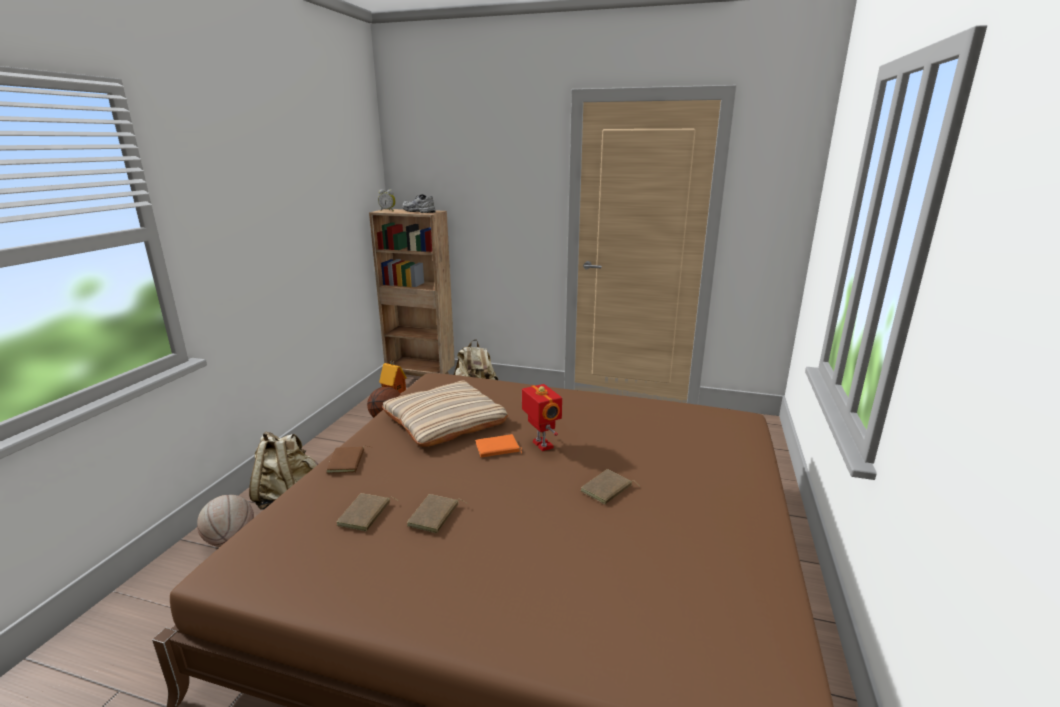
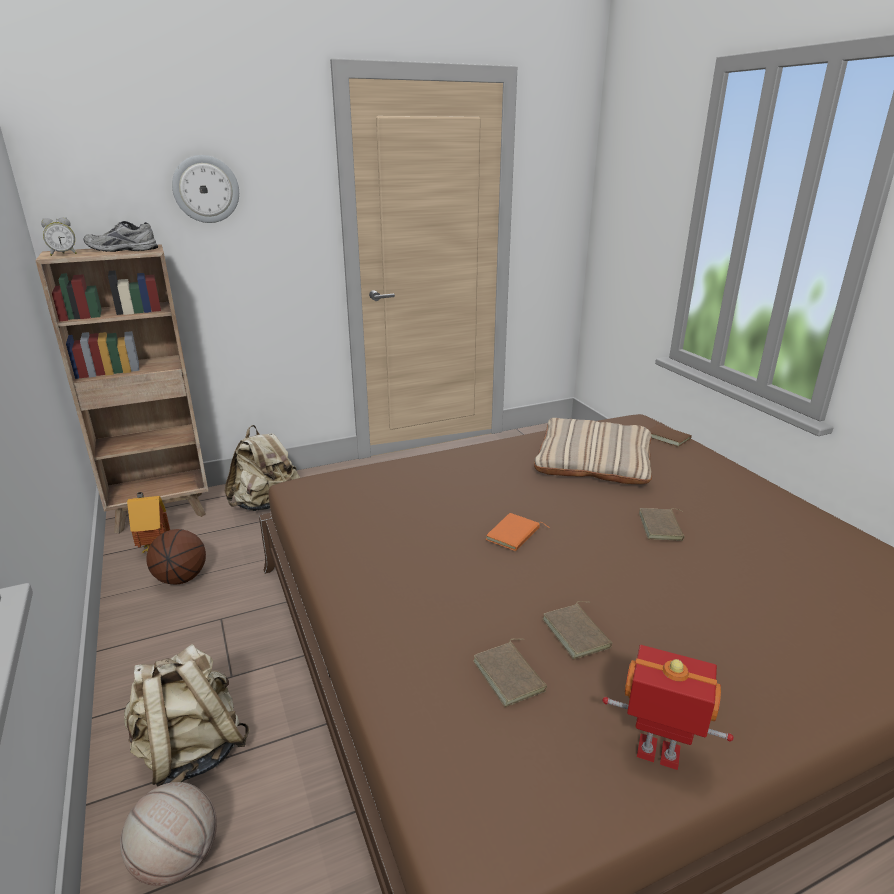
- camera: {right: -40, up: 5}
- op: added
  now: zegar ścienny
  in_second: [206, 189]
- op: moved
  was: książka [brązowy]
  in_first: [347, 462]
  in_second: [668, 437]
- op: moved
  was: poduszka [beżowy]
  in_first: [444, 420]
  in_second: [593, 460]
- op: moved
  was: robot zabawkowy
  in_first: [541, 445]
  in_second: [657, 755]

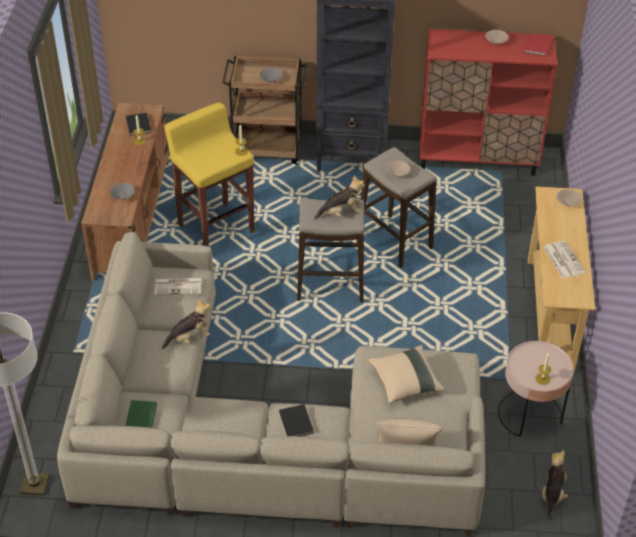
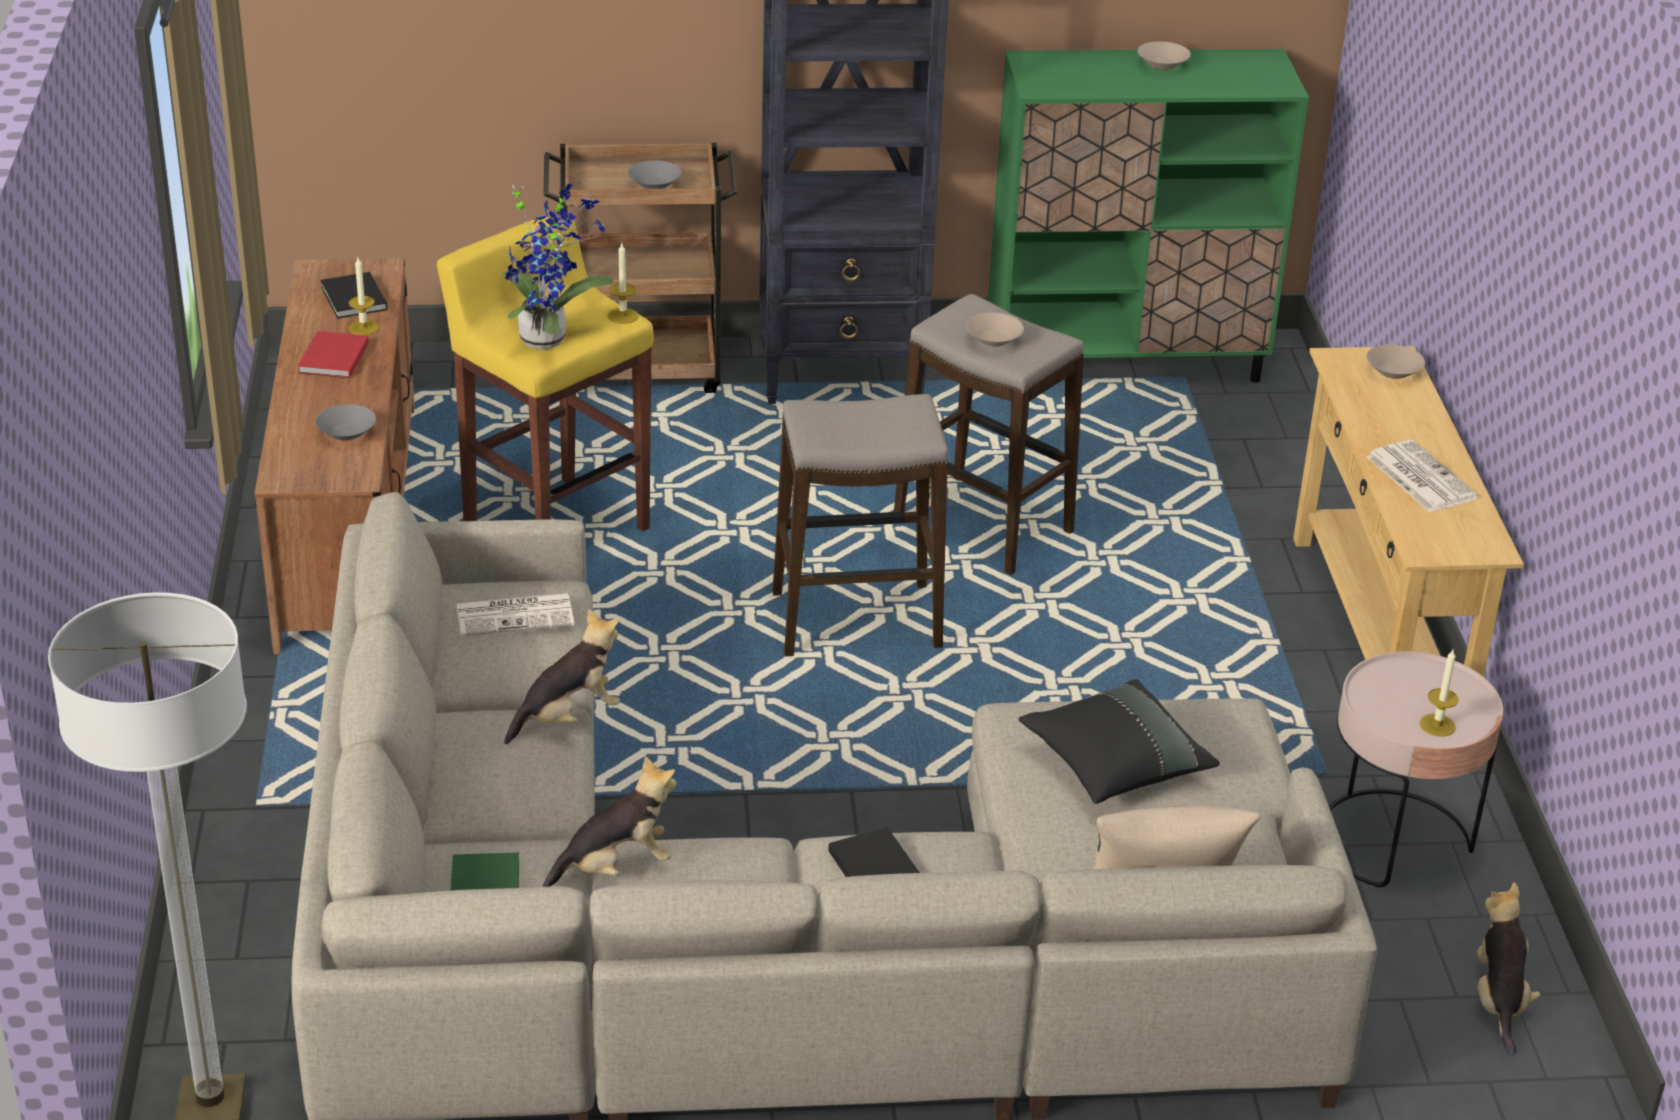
- camera: {right: -10, up: -10}
- op: added
  now: roślina doniczkowa
  in_second: [548, 337]
- op: moved
  was: pluszak
  in_first: [341, 213]
  in_second: [616, 867]
- op: moved
  was: książka [czerwony]
  in_first: [536, 46]
  in_second: [332, 359]
- op: recoloured
  was: poduszka [beżowy]
  now: poduszka [czarny]
  in_first: [405, 382]
  in_second: [1114, 765]
- op: recoloured
  was: szafka [czerwony]
  now: szafka [zielony]
  in_first: [478, 159]
  in_second: [1126, 360]

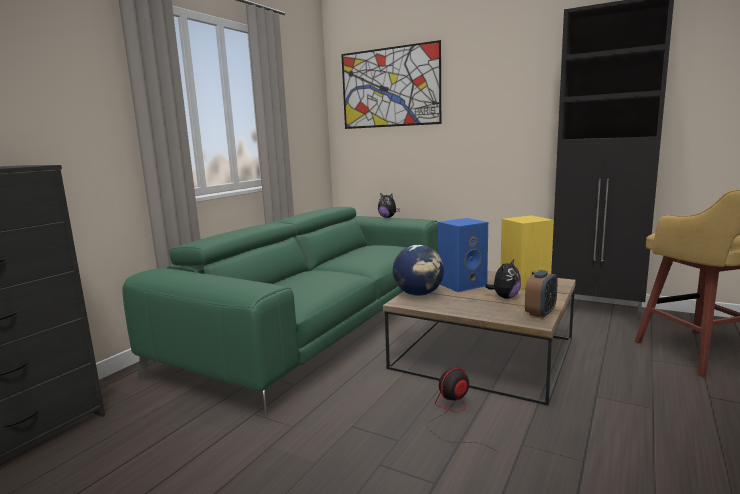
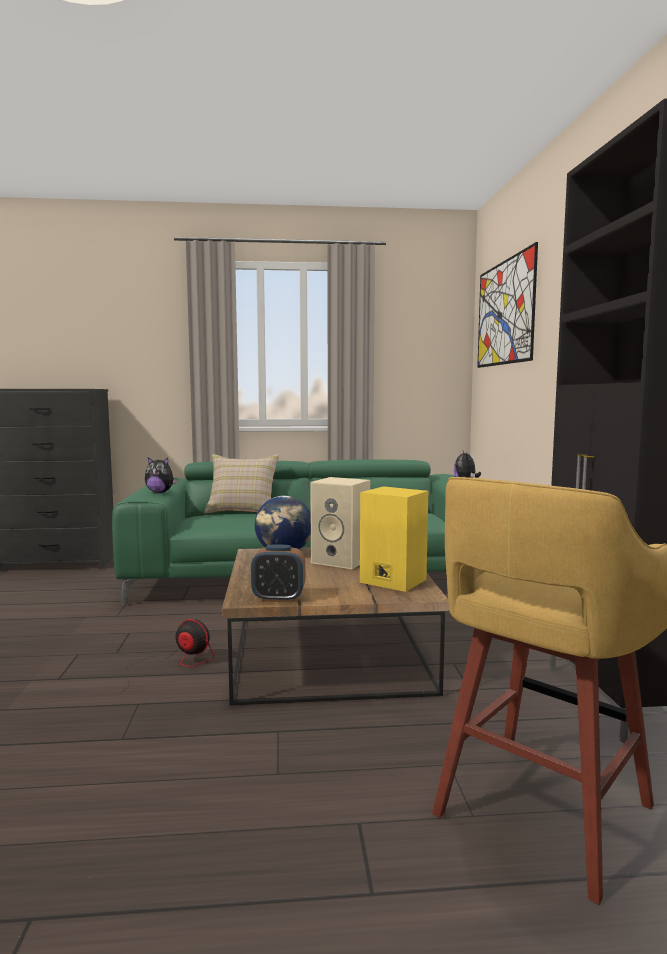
- camera: {right: 55, up: -5}
- op: added
  now: poduszka [beżowy]
  in_second: [242, 511]
- op: moved
  was: pluszak
  in_first: [505, 297]
  in_second: [160, 492]
- op: recoloured
  was: głośnik [niebieski]
  now: głośnik [beżowy]
  in_first: [462, 284]
  in_second: [342, 561]

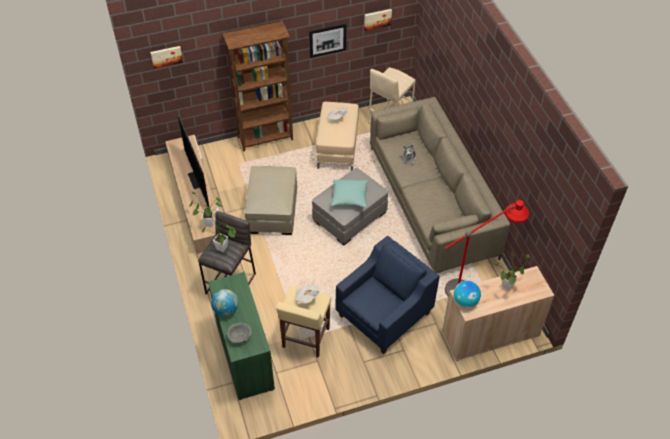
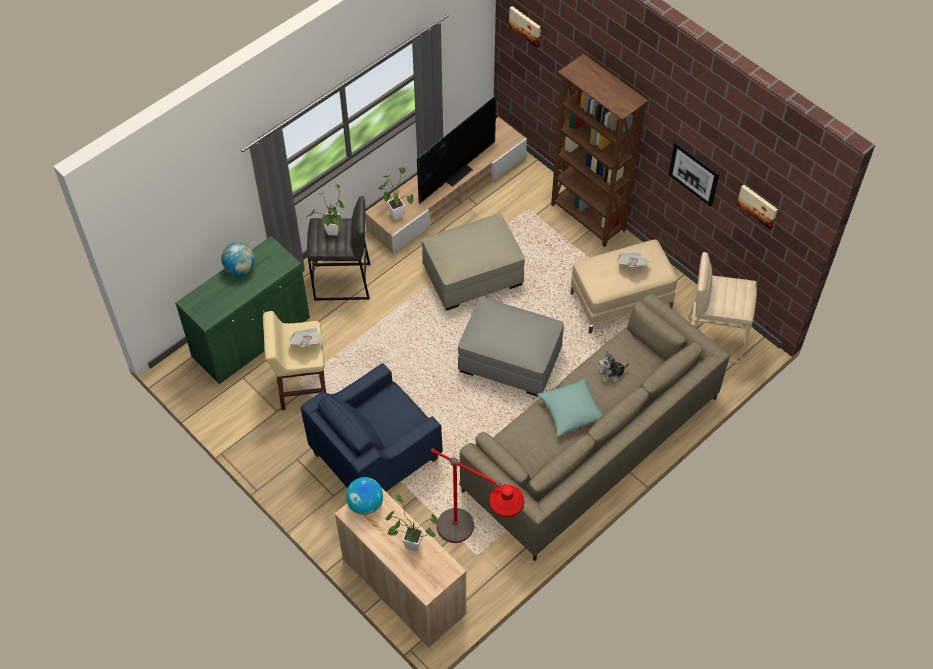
- camera: {right: 65, up: 5}
- op: removed
  was: miska [szary]
  in_first: [239, 336]
- op: moved
  was: poduszka [turkusowy]
  in_first: [349, 197]
  in_second: [571, 412]
- op: turned
  was: fotel [niebieski]
  in_first: [384, 314]
  in_second: [375, 456]
  clockwise: 120

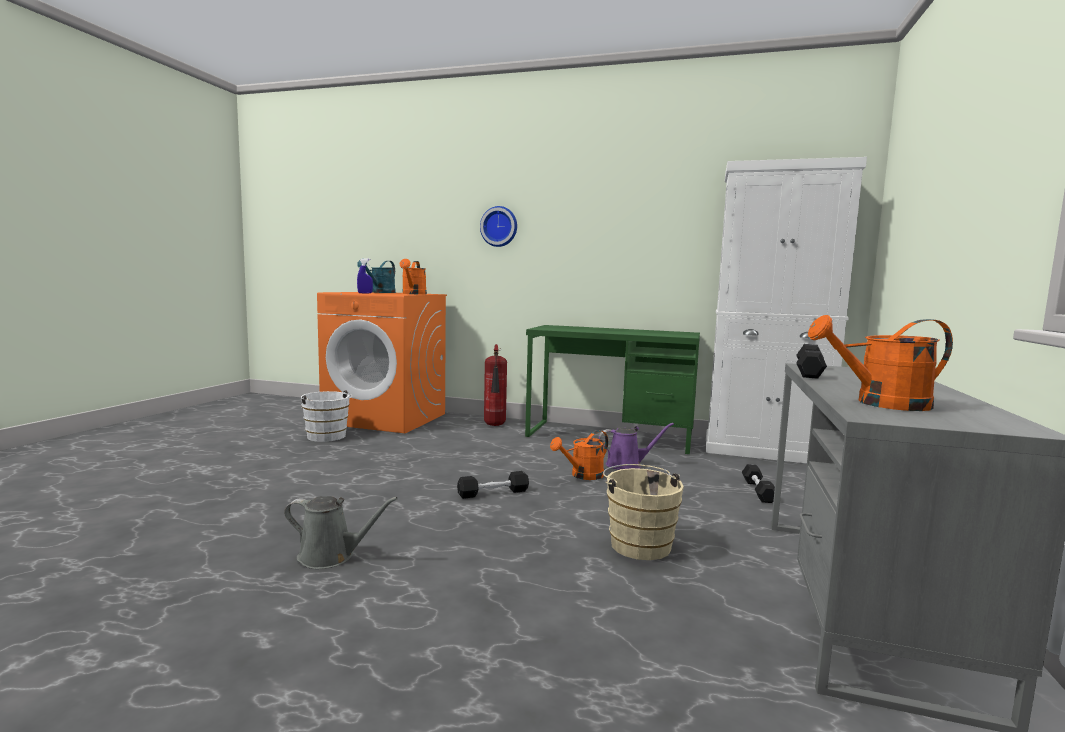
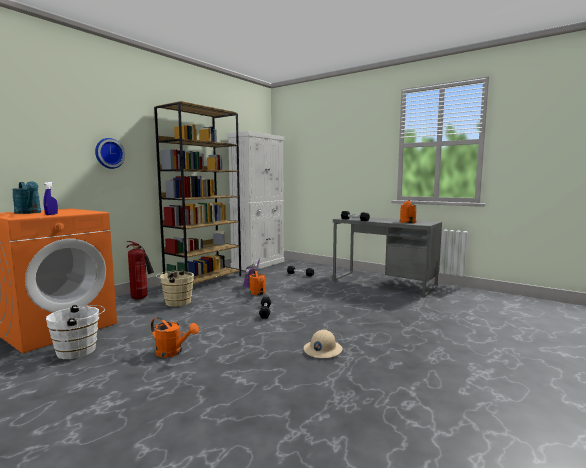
- camera: {right: -70, up: 0}
- op: moved
  was: konewka [pomarańczowy]
  in_first: [413, 294]
  in_second: [173, 352]
- op: moved
  was: wiadro [beżowy]
  in_first: [638, 543]
  in_second: [176, 302]
- op: replaced
  was: konewka [szary]
  now: kask [beżowy]
  in_first: [331, 556]
  in_second: [322, 350]
- op: replaced
  was: biurko [zielony]
  now: regał [brązowy]
  in_first: [609, 436]
  in_second: [204, 280]

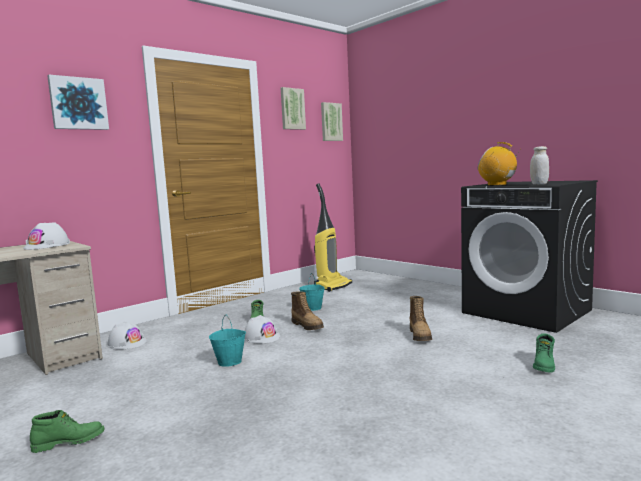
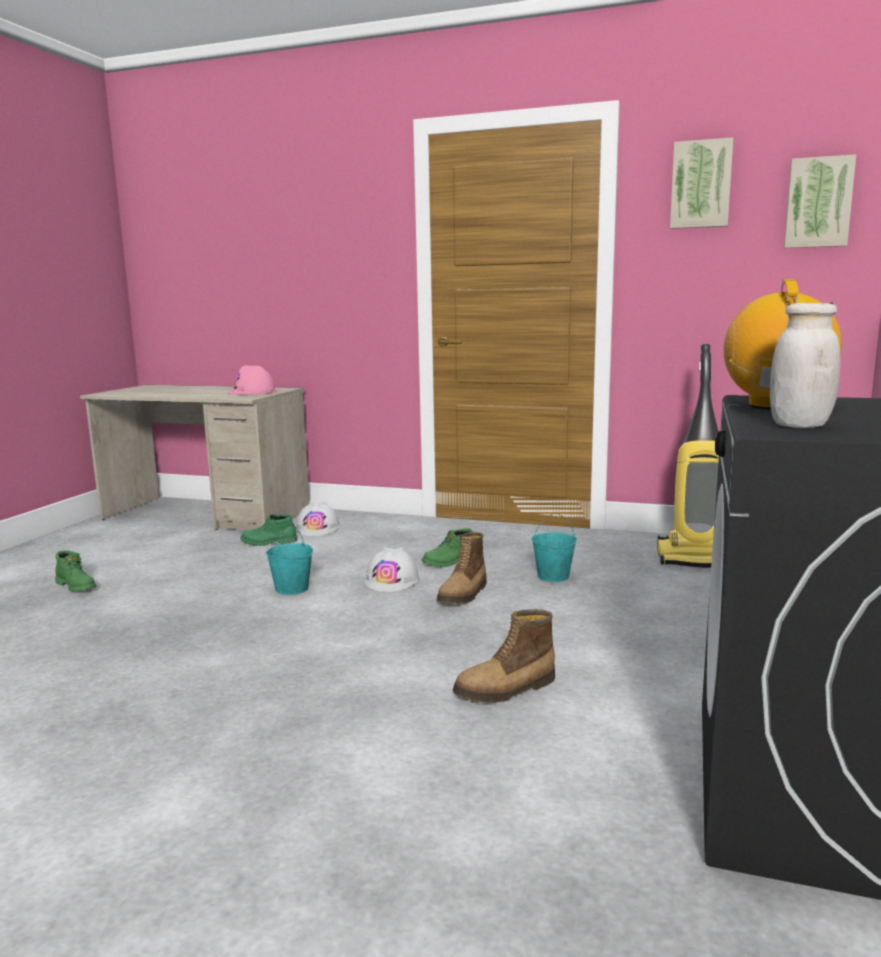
- camera: {right: 60, up: 5}
- op: removed
  was: obraz
  in_first: [78, 103]
- op: moved
  was: but z cholewką [zielony]
  in_first: [544, 365]
  in_second: [268, 542]
- op: recoloured
  was: kask [biały]
  now: kask [różowy]
  in_first: [47, 246]
  in_second: [252, 392]

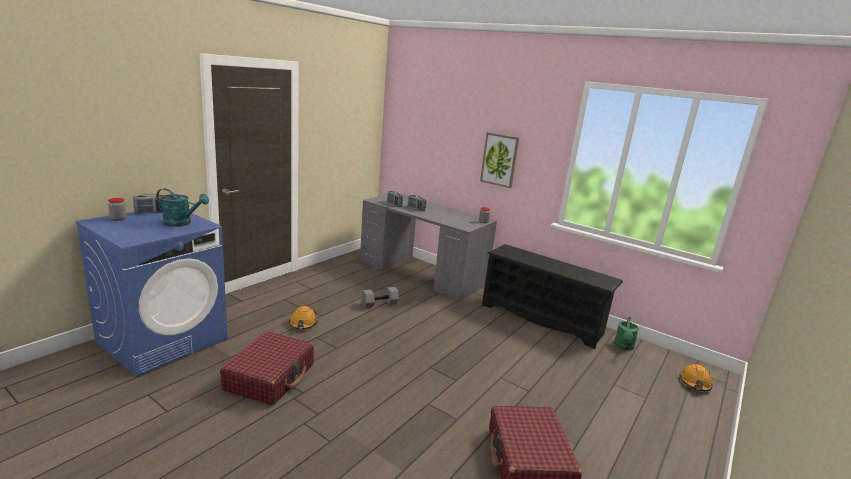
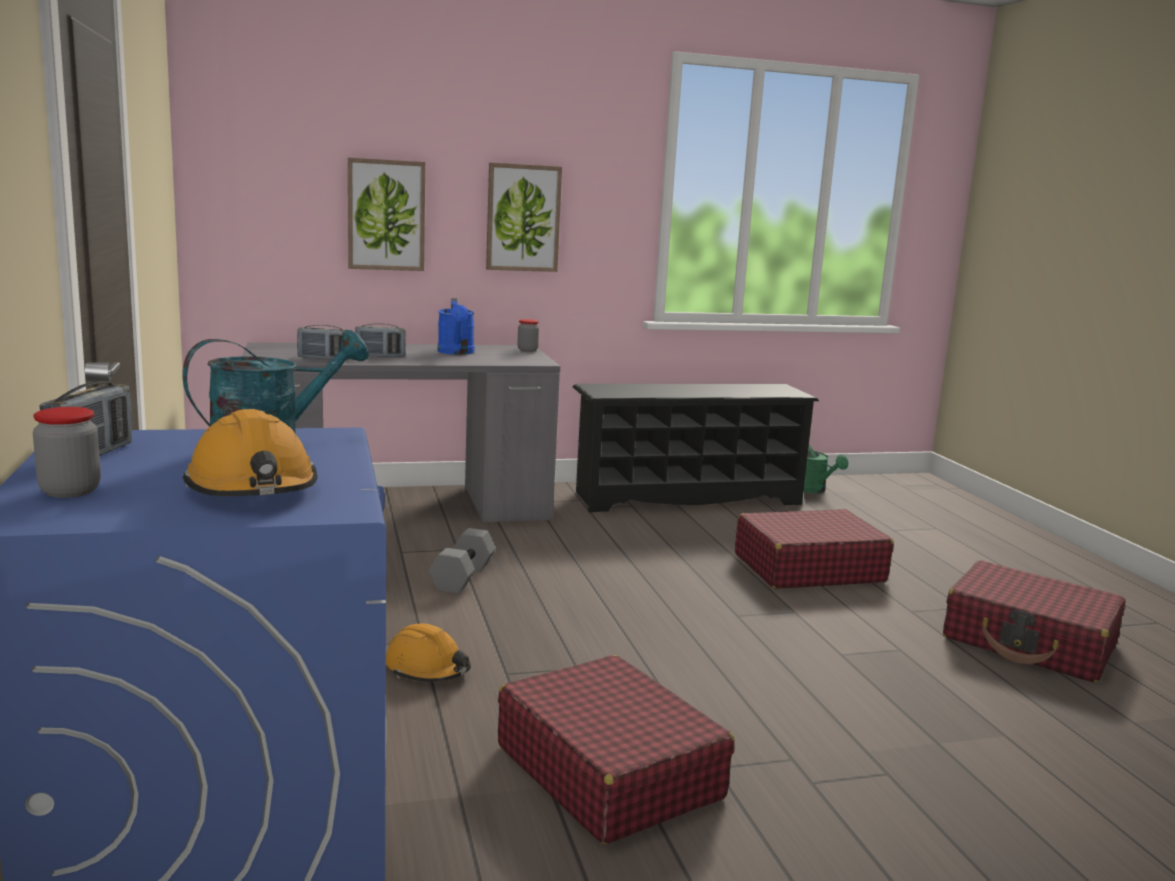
- camera: {right: -50, up: -5}
- op: added
  now: obraz
  in_second: [386, 215]
- op: added
  now: konewka [niebieski]
  in_second: [456, 352]
- op: added
  now: walizka [czerwony]
  in_second: [808, 568]
- op: moved
  was: kask [pomarańczowy]
  in_first: [695, 383]
  in_second: [253, 488]

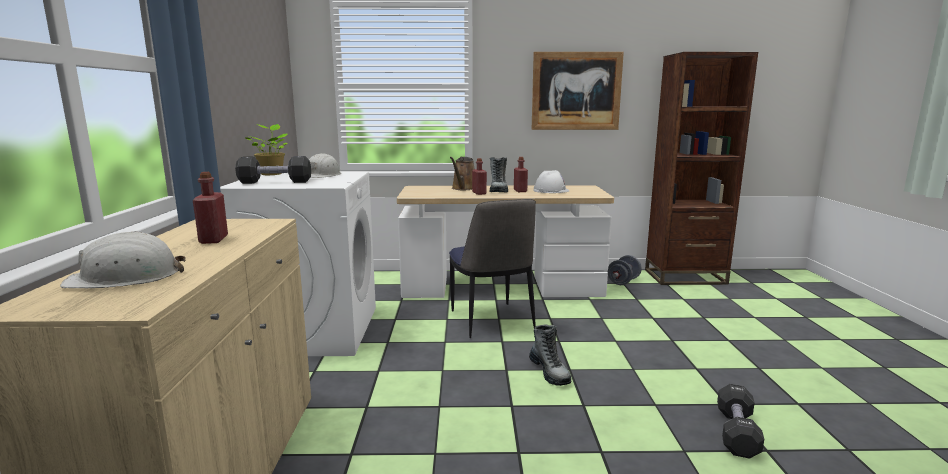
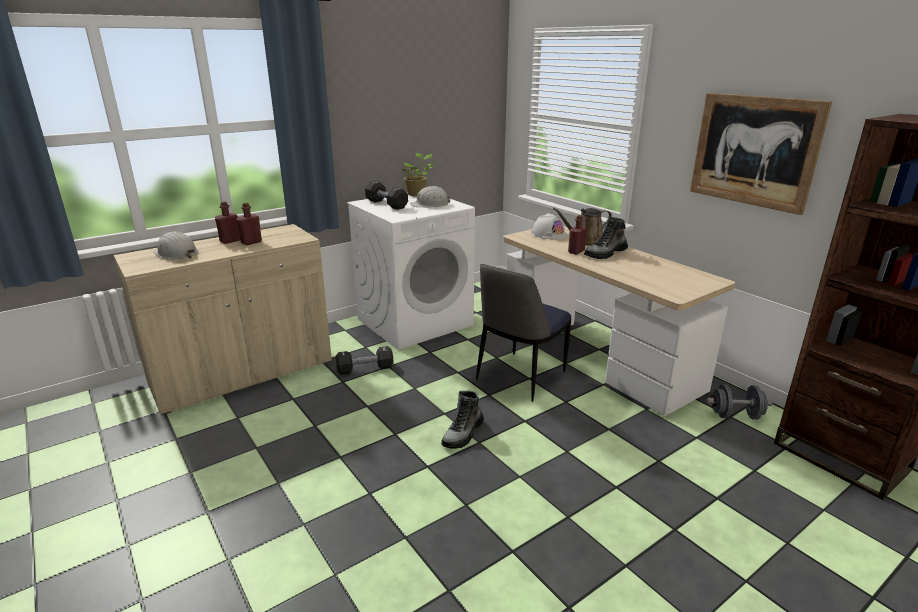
- camera: {right: 55, up: 10}
- op: moved
  was: butelka [czerwony]
  in_first: [520, 191]
  in_second: [230, 241]
- op: moved
  was: kask [biały]
  in_first: [551, 190]
  in_second: [549, 234]
- op: moved
  was: hantel [czarny]
  in_first: [736, 433]
  in_second: [365, 369]

